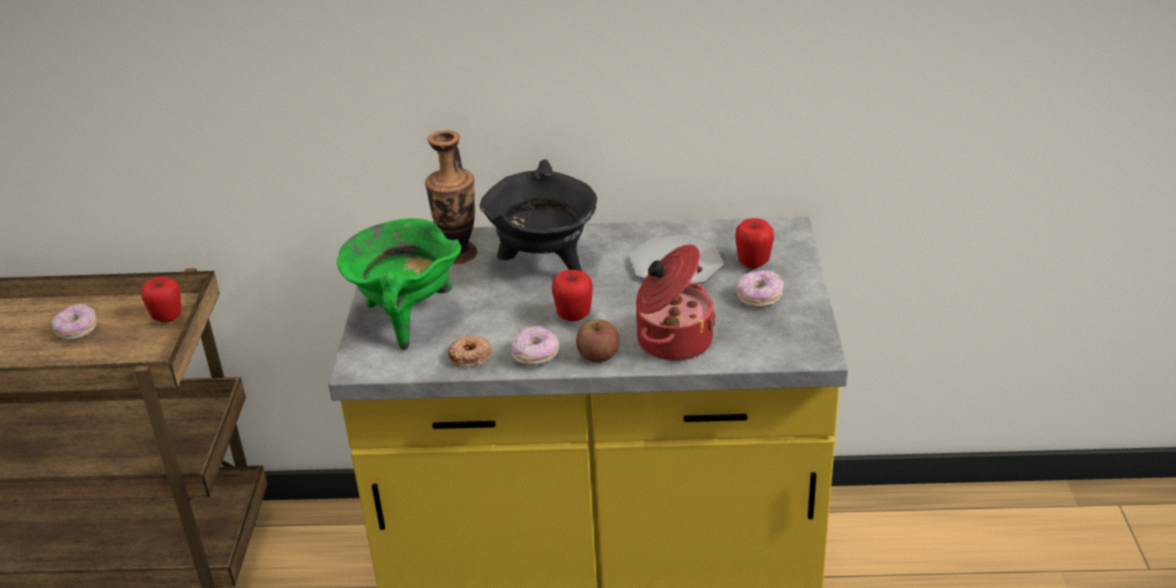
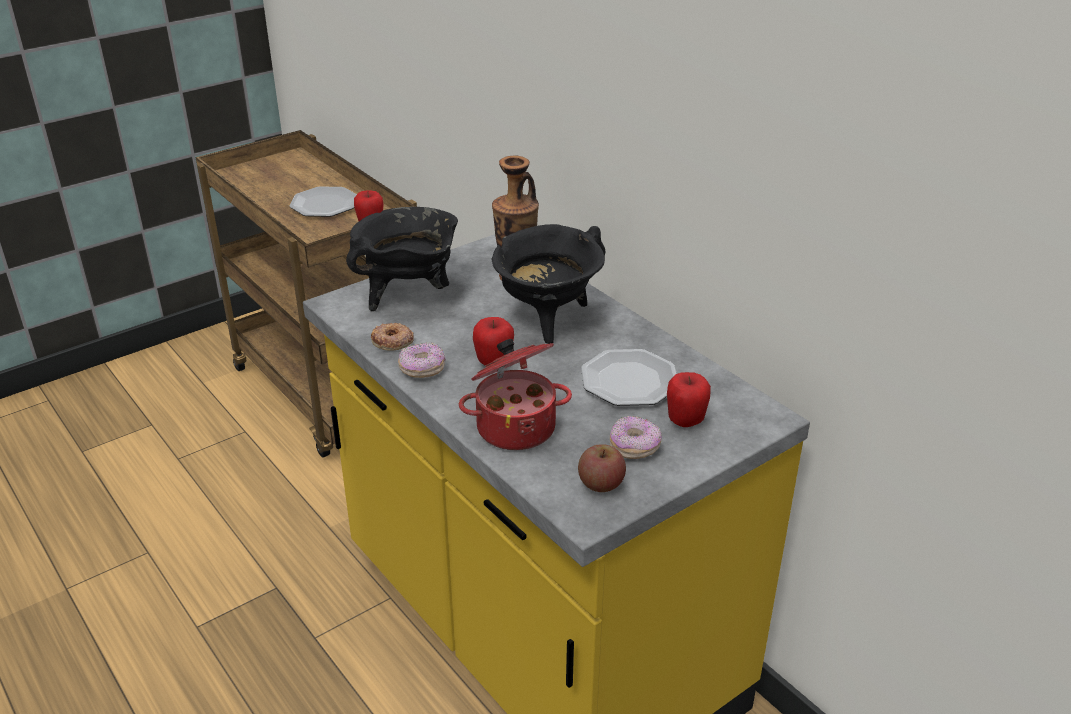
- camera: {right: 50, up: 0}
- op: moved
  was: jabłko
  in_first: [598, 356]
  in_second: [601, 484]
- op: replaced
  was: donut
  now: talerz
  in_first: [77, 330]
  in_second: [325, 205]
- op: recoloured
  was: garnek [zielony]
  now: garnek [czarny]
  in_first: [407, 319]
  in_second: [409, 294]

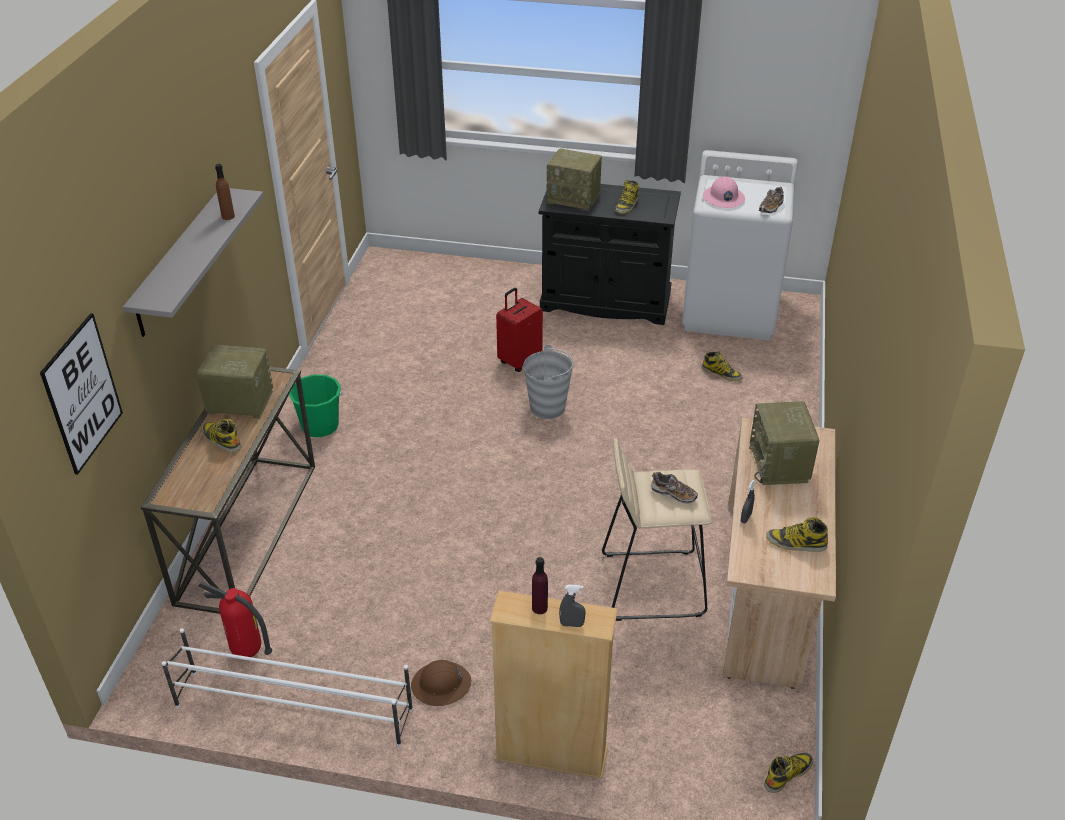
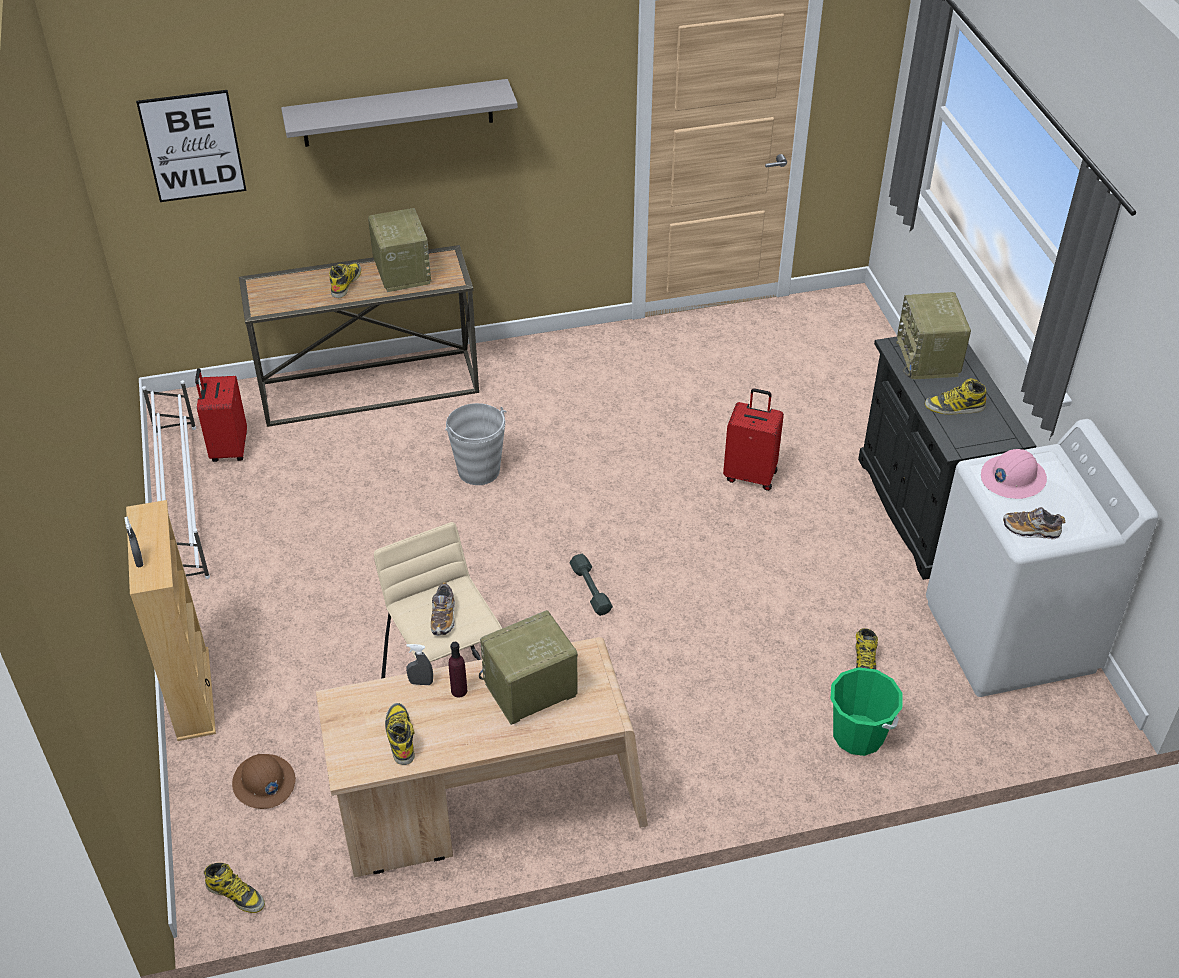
- camera: {right: 65, up: 5}
- op: removed
  was: butelka [brązowy]
  in_first: [228, 216]
- op: added
  now: hantel [szary]
  in_second: [591, 589]
- op: moved
  was: wiadro [zielony]
  in_first: [320, 426]
  in_second: [858, 735]
- op: moved
  was: kask [brązowy]
  in_first: [441, 685]
  in_second: [263, 783]
- op: moved
  was: wiadro [szary]
  in_first: [548, 408]
  in_second: [479, 471]
- op: moved
  was: butelka [fioletowy]
  in_first: [539, 608]
  in_second: [459, 691]
- op: replaced
  was: gaśnica
  now: walizka [czerwony]
  in_first: [246, 653]
  in_second: [228, 448]

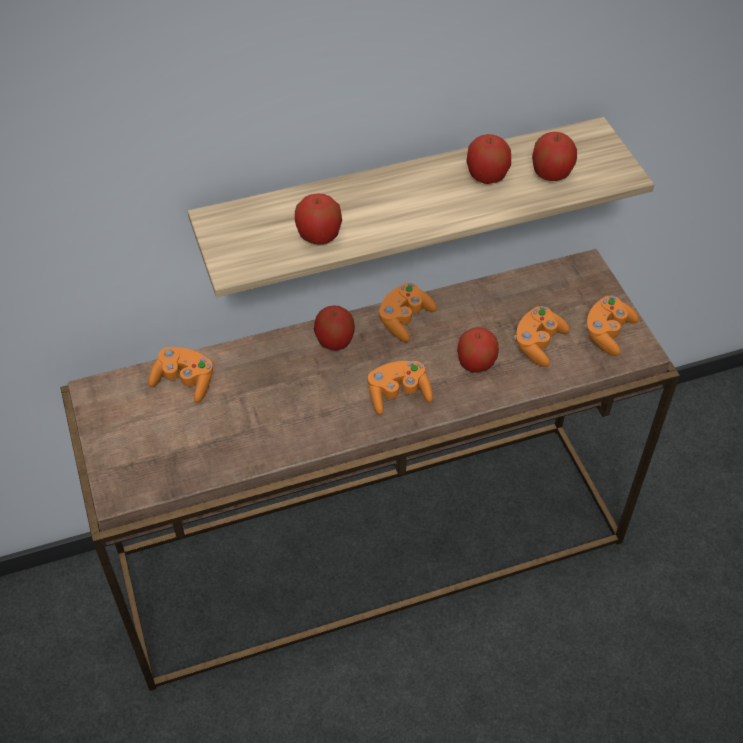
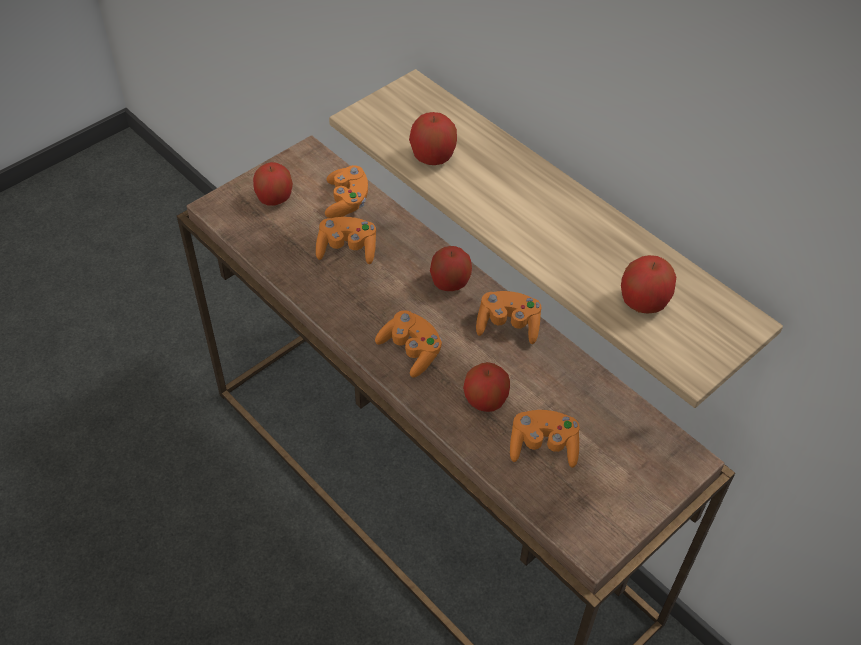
- camera: {right: 65, up: 0}
- op: moved
  was: jabłko
  in_first: [486, 176]
  in_second: [274, 199]
- op: moved
  was: pad do gier [pomarańczowy]
  in_first: [607, 333]
  in_second: [347, 249]

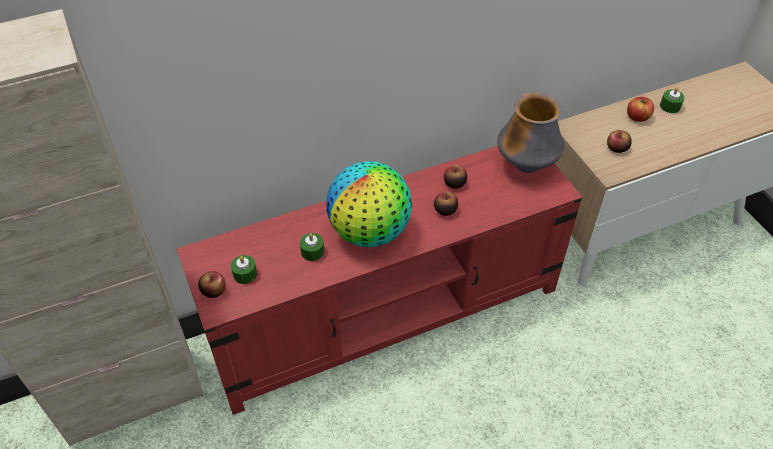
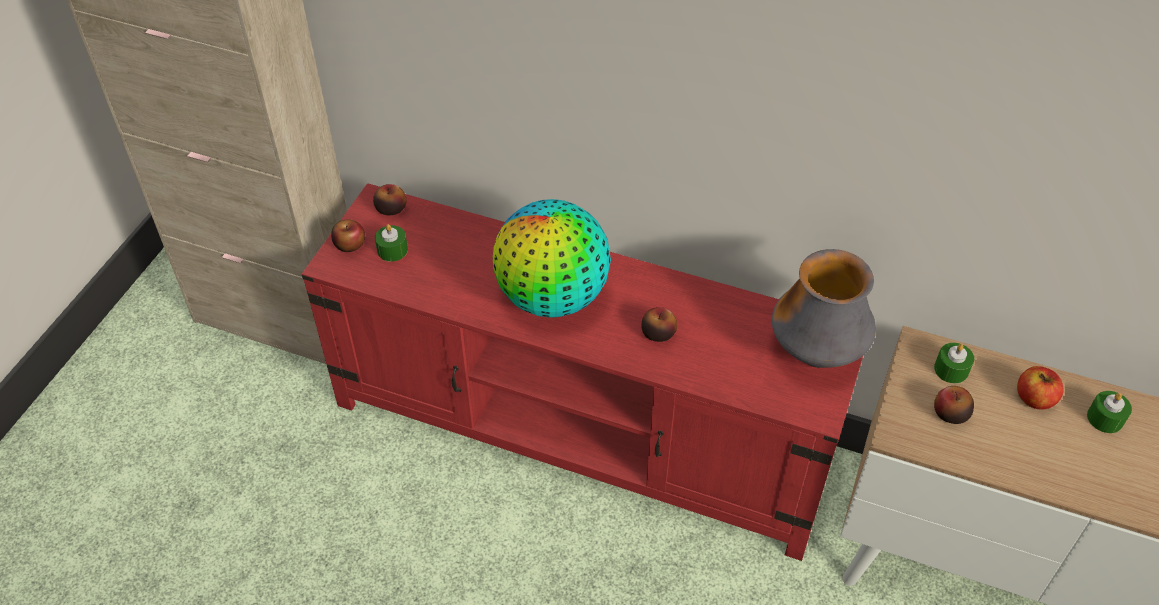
- camera: {right: 45, up: 0}
- op: moved
  was: świeca [zielony]
  in_first: [312, 251]
  in_second: [951, 369]
- op: moved
  was: jabłko
  in_first: [454, 183]
  in_second: [391, 208]

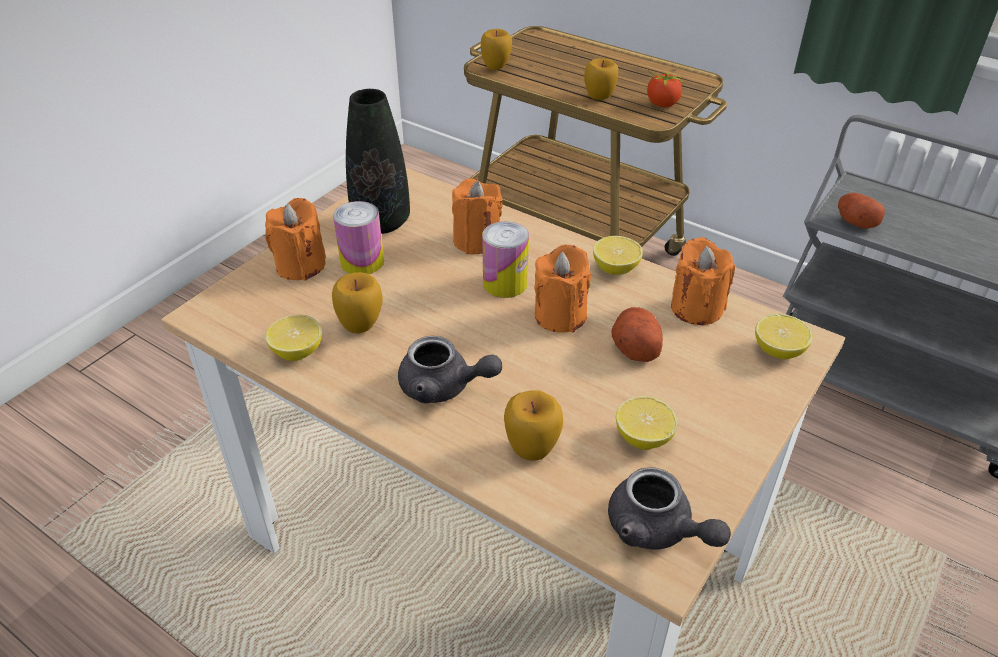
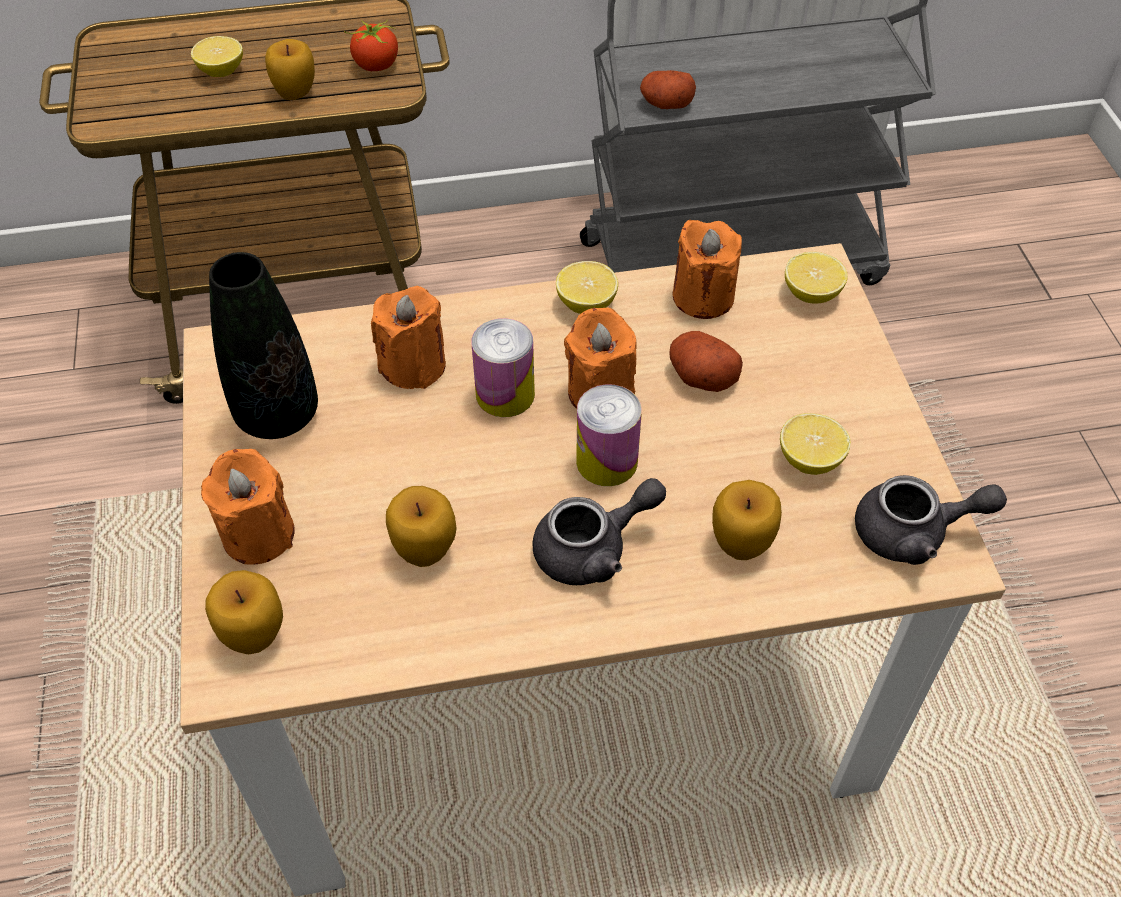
- camera: {right: -45, up: 10}
- op: moved
  was: cytryna
  in_first: [297, 352]
  in_second: [221, 71]
- op: moved
  was: puszka
  in_first: [362, 262]
  in_second: [606, 461]
- op: moved
  was: jabłko
  in_first: [496, 67]
  in_second: [254, 635]

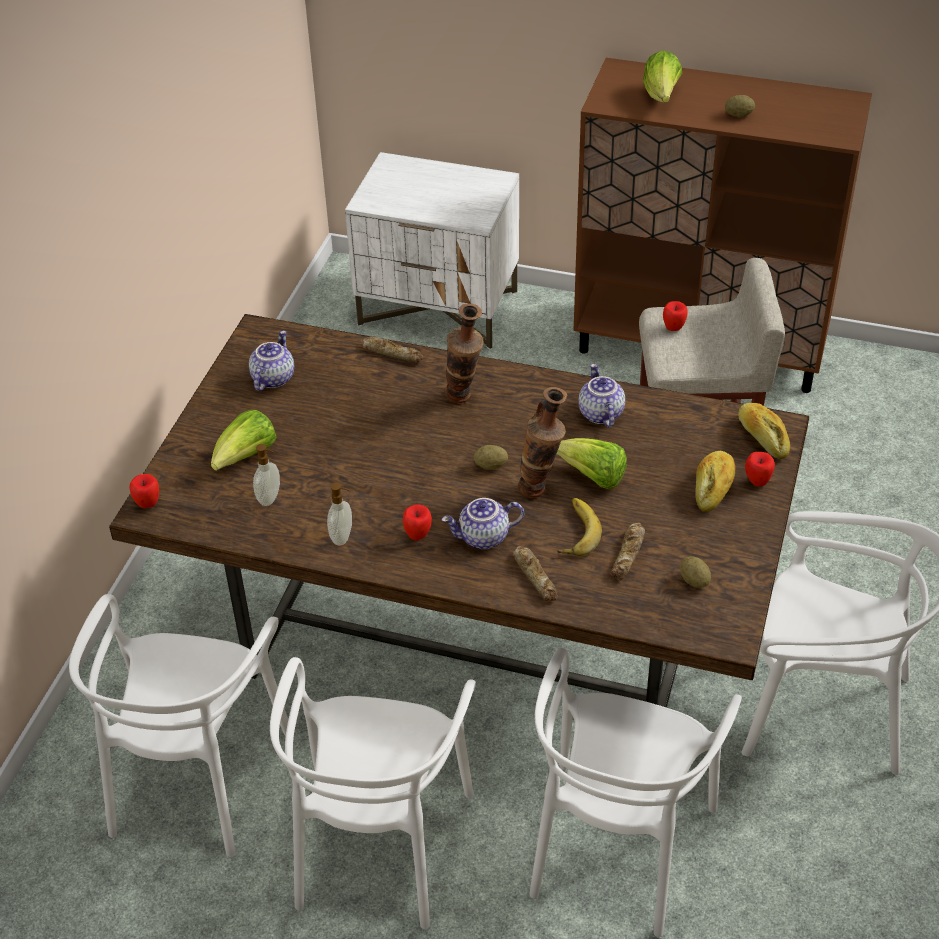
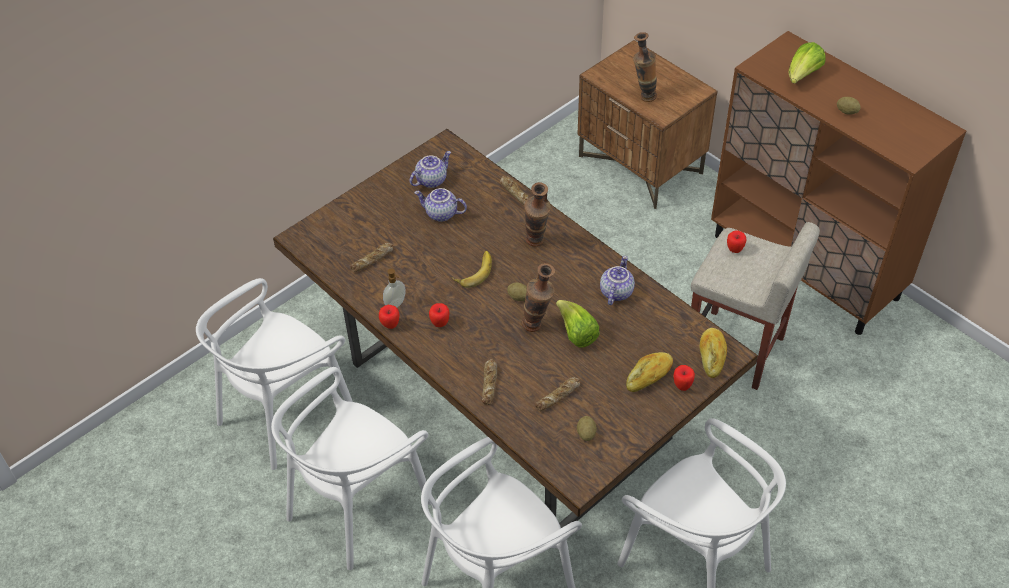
- camera: {right: 30, up: 5}
- op: removed
  was: sałata
  in_first: [246, 457]
- op: added
  now: wazon
  in_second: [643, 96]
- op: moved
  was: jabłko
  in_first: [148, 504]
  in_second: [390, 325]
- op: moved
  was: imbryk
  in_first: [483, 538]
  in_second: [441, 214]
- op: moved
  was: banan
  in_first: [574, 531]
  in_second: [473, 271]
- op: replaced
  was: dozownik mydła
  now: chleb
  in_first: [270, 498]
  in_second: [373, 260]
- op: recoloured
  was: szafka nocna [biały]
  now: szafka nocna [brązowy]
  in_first: [439, 308]
  in_second: [641, 165]

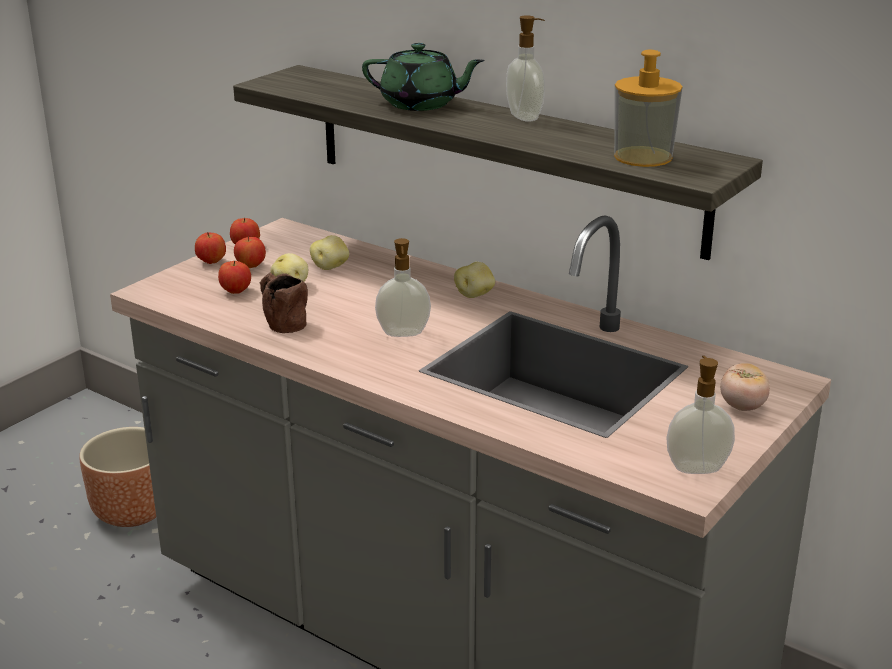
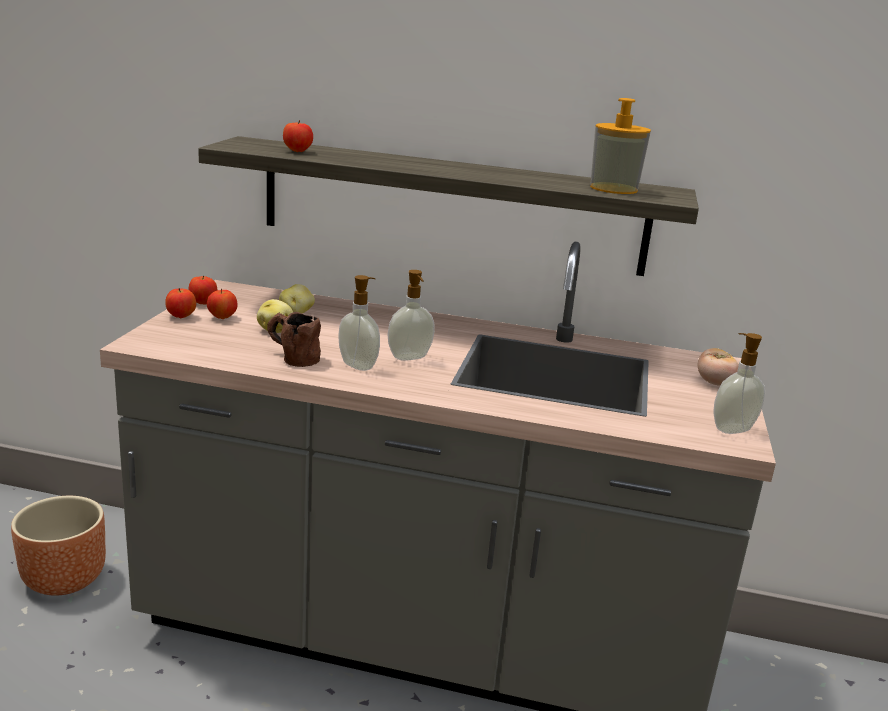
- camera: {right: -25, up: -5}
- op: removed
  was: imbryk [zielony]
  in_first: [421, 104]
- op: removed
  was: ziemniak
  in_first: [474, 295]
- op: moved
  was: jabłko
  in_first: [236, 291]
  in_second: [297, 151]
- op: moved
  was: dozownik mydła
  in_first: [525, 117]
  in_second: [359, 365]

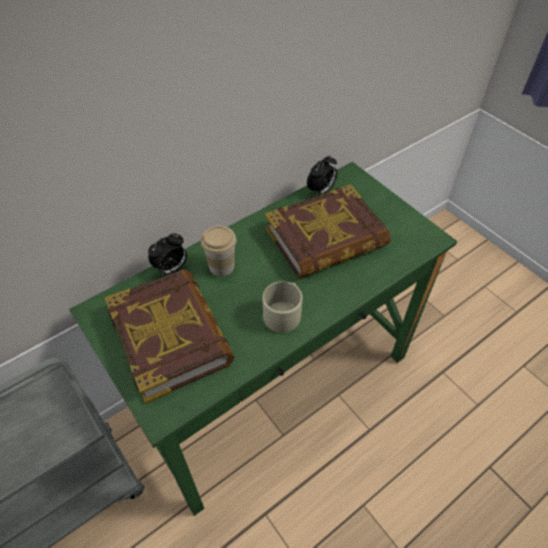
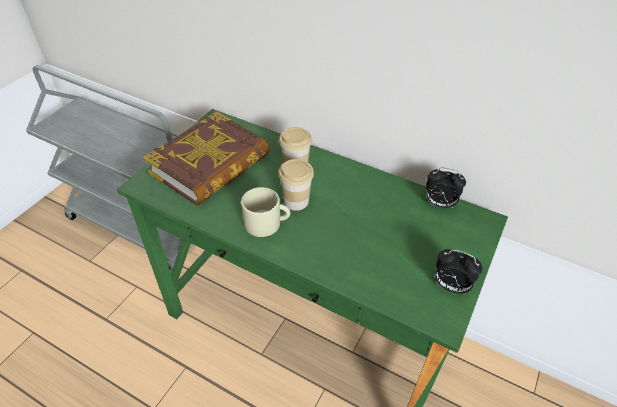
- camera: {right: 65, up: -5}
- op: removed
  was: książka
  in_first: [326, 238]
- op: added
  now: filiżanka
  in_second: [296, 201]
- op: moved
  was: budzik
  in_first: [171, 269]
  in_second: [450, 286]

